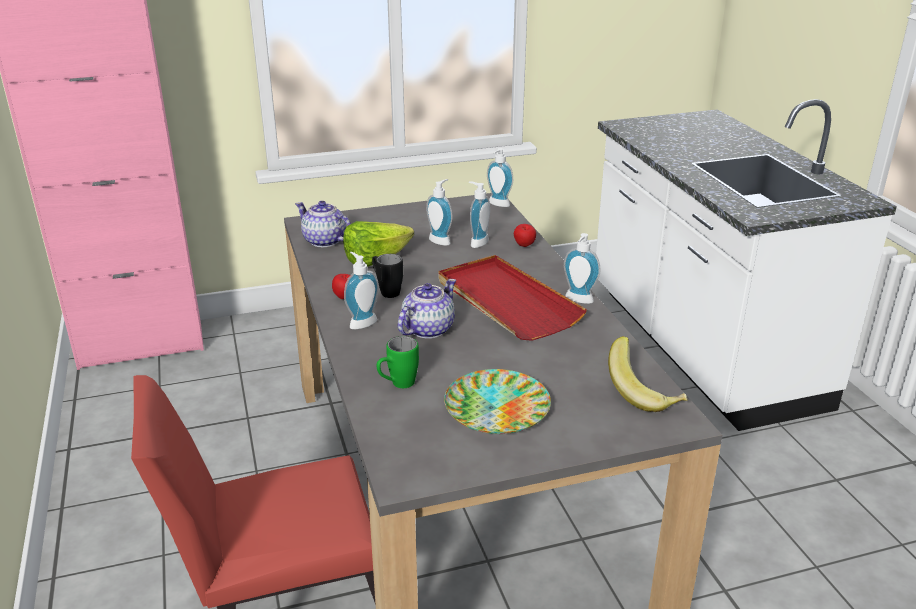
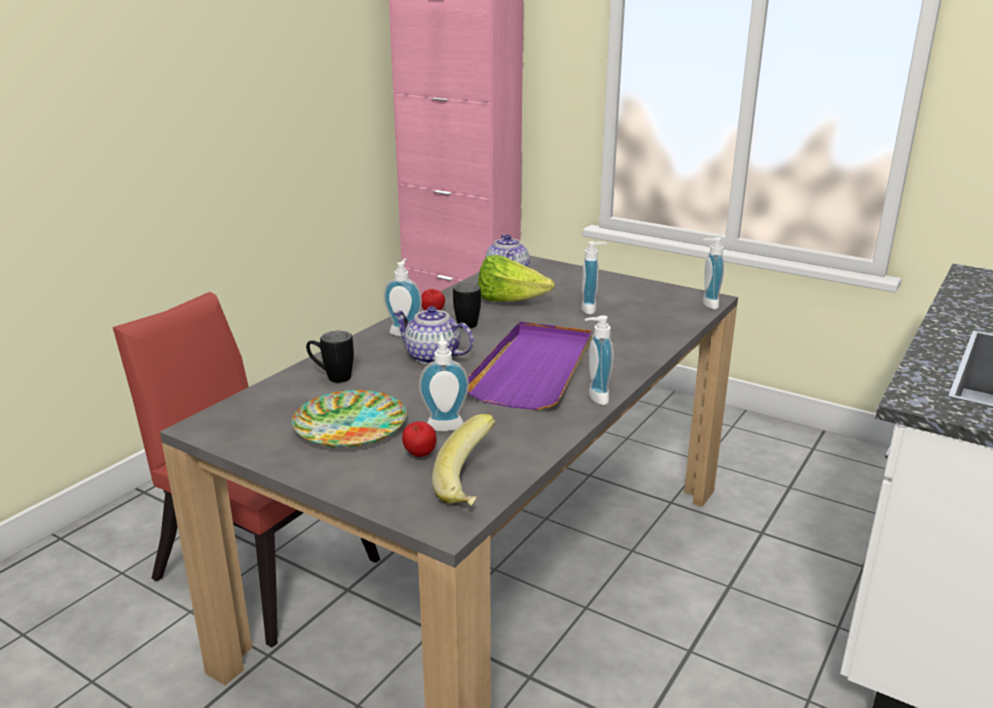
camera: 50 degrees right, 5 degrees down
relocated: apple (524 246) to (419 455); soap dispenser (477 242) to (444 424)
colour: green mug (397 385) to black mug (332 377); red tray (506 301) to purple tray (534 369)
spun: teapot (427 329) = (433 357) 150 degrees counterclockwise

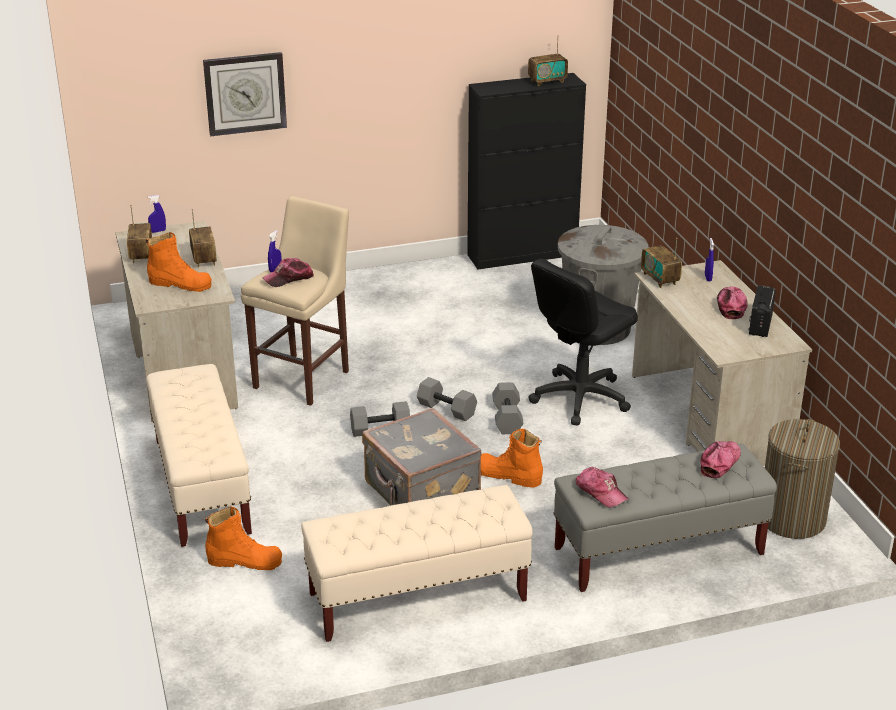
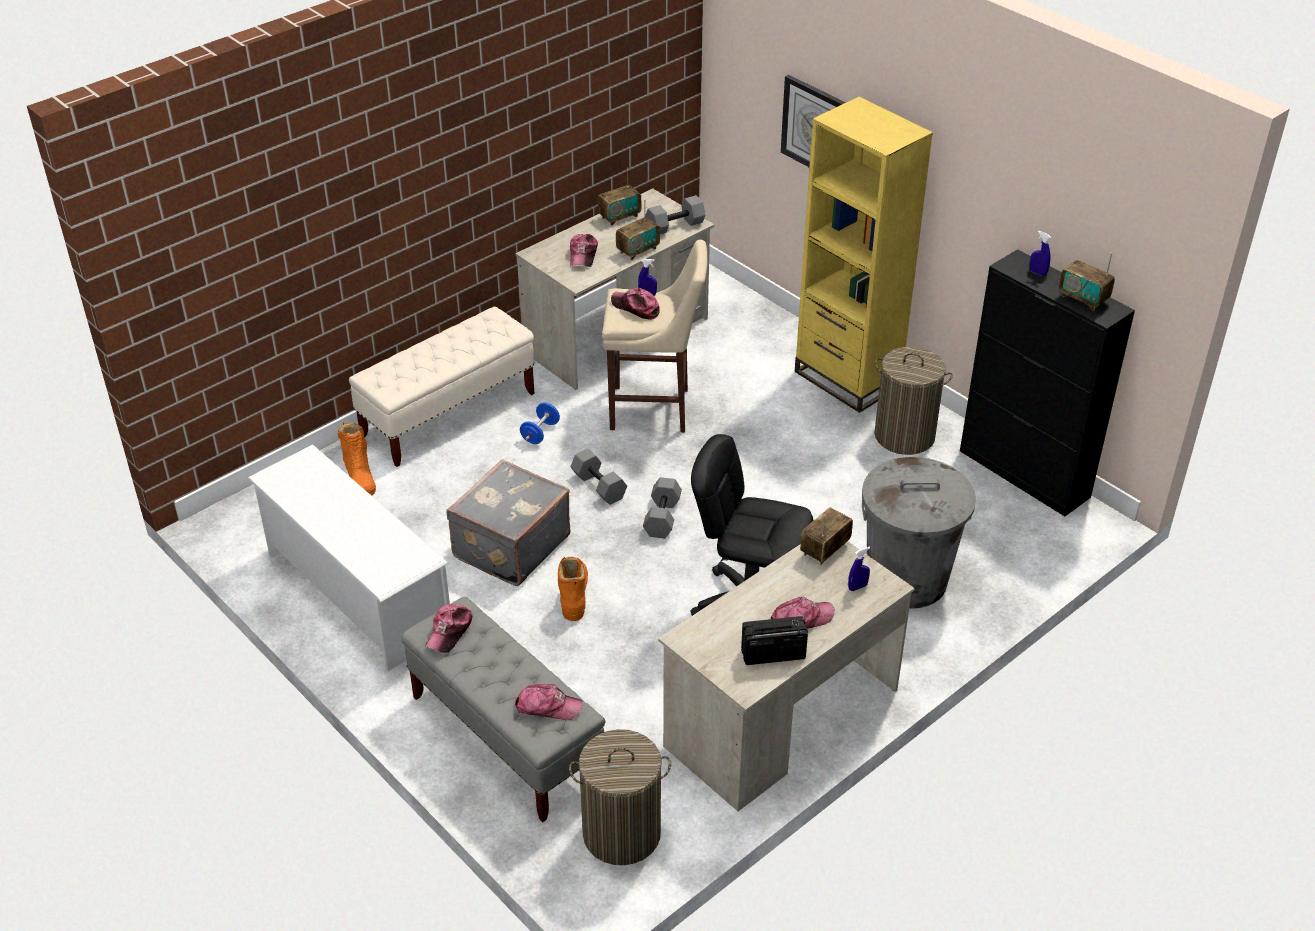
camera: 65 degrees right, 10 degrees up
appeared: blue dumbbell (540 433); yellow bookcase (847 379); laundry basket (904 436)
relocated: grey dumbbell (506 418) to (675 225); blue spray bottle (158 231) to (1037 273)
exchanged: beige bench (417 598) to white shoe rack (357 593); orange boot (180 284) to cap (583 255)

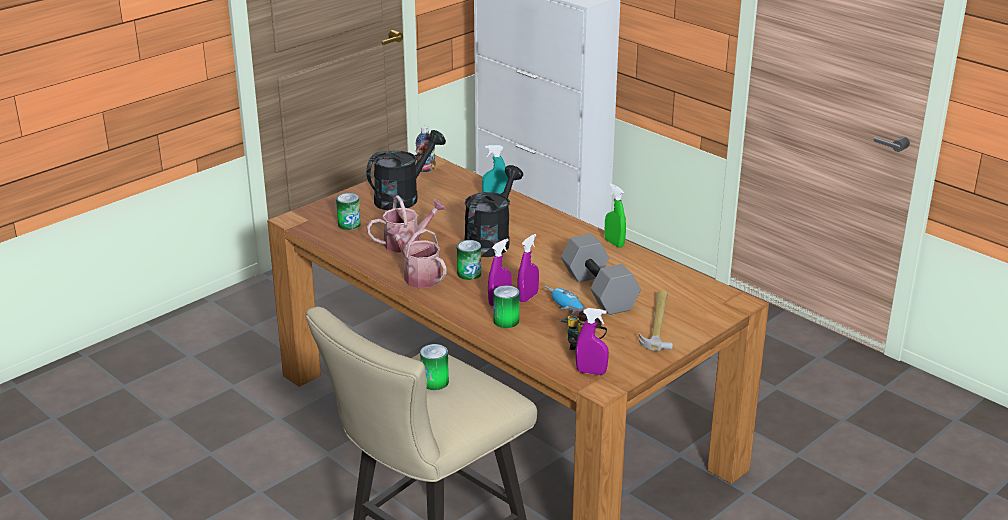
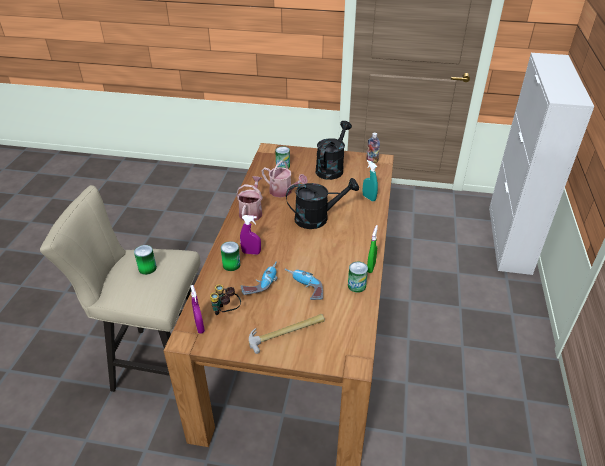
camera: 55 degrees right, 10 degrees up
missing: purple spray bottle (528 297)
relocated: can (469 273) to (356 285)
exchanged: grey dumbbell (601 291) to power drill (303 288)
spun: black watering can (403 197) = (331 168) 75 degrees counterclockwise

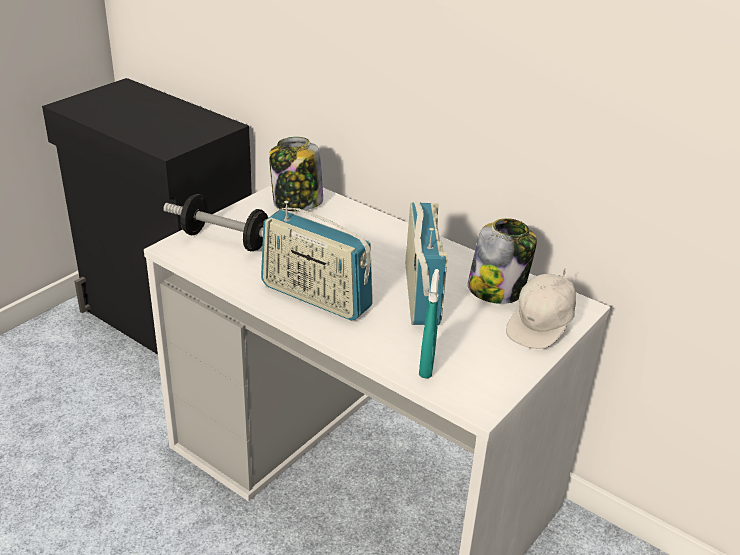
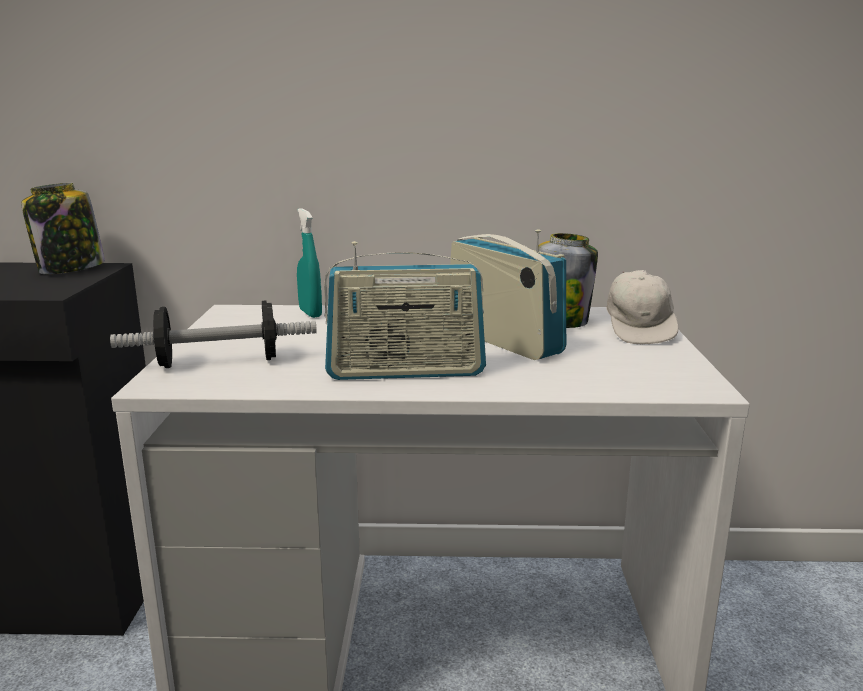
camera: 35 degrees left, 15 degrees down
relocated: jar (296 203) to (70 269); turquoise spray bottle (426 367) to (310 313)

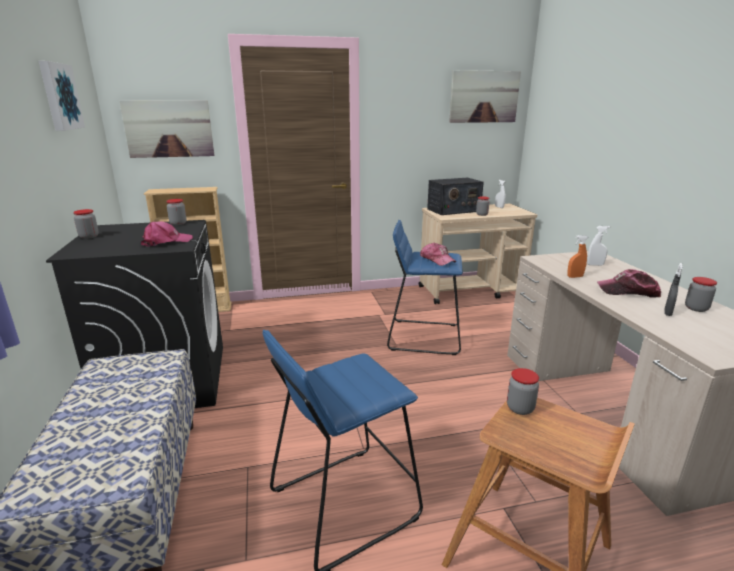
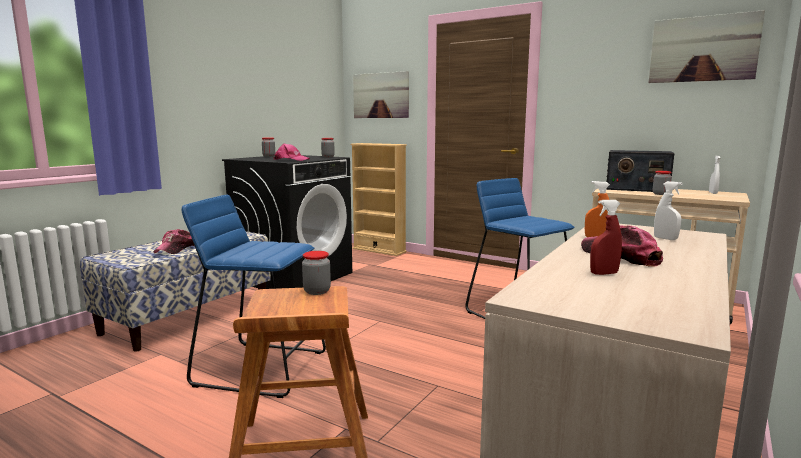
camera: 45 degrees right, 10 degrees down
missing: picture (59 96); jar (696 308)
relocated: cap (437 260) to (176 249)
colour: grey spray bottle (667 313) to red spray bottle (604 273)

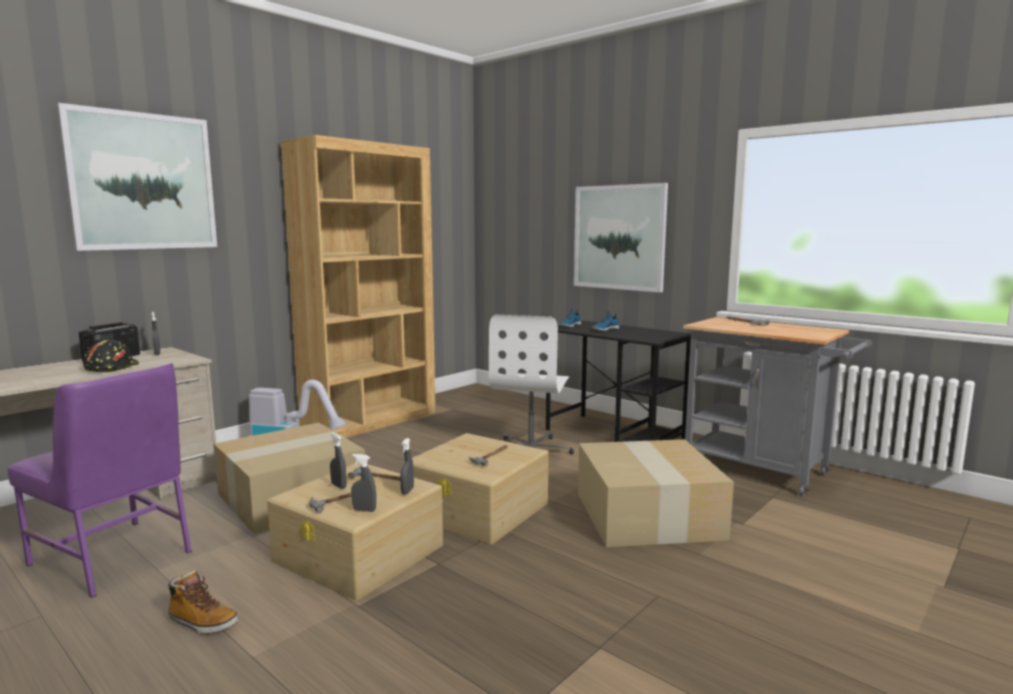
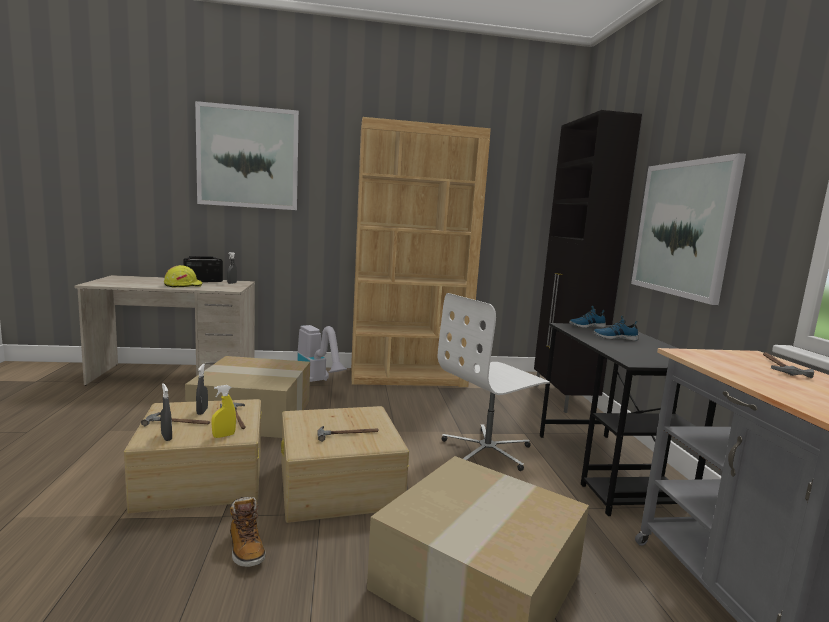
camera: 40 degrees right, 0 degrees up
missing: purple chair (114 558)
appeared: black cabinet (563 398)
relocated: boot (202 623) to (246 548)
colour: black hard hat (111 367) to yellow hard hat (183 285); grey spray bottle (407 491) to yellow spray bottle (224 435)

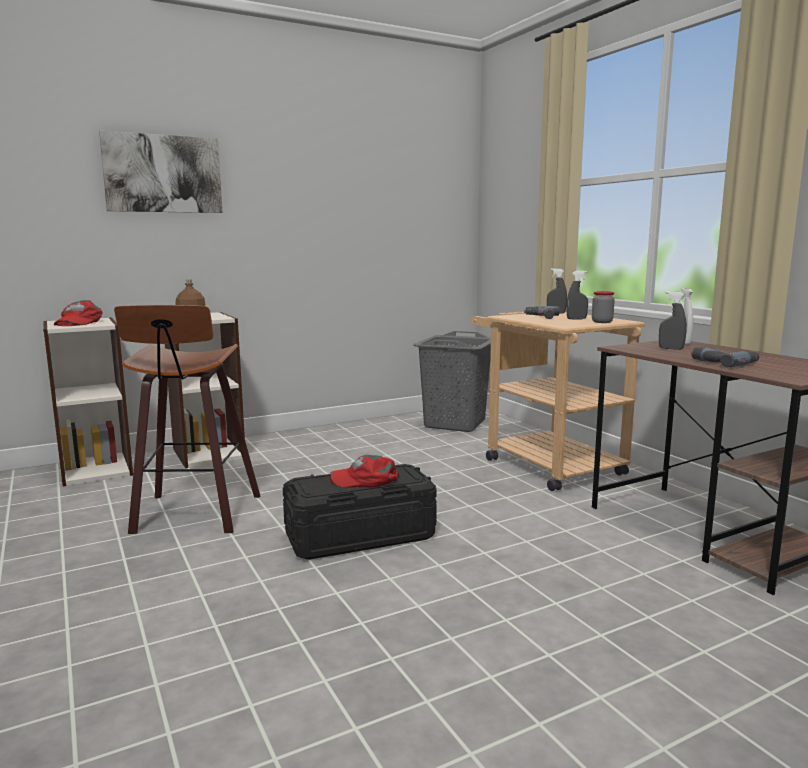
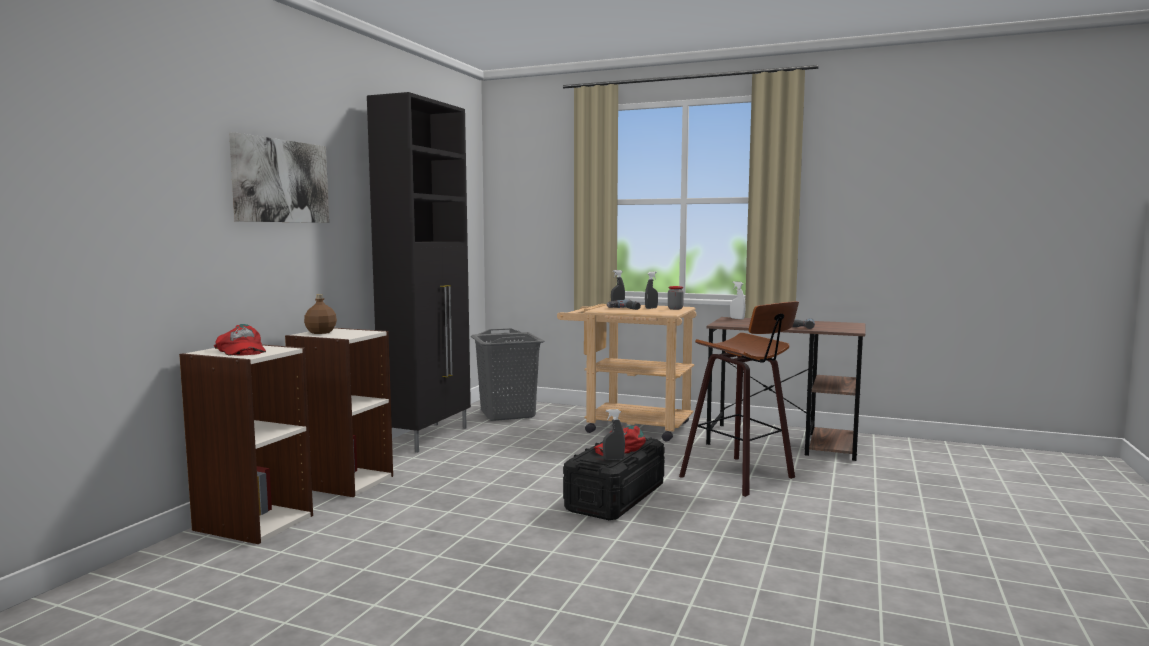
camera: 40 degrees left, 5 degrees down
appeared: black cabinet (428 437)
relocated: grey spray bottle (671 348) to (613 459); stool (194 515) to (742 477)

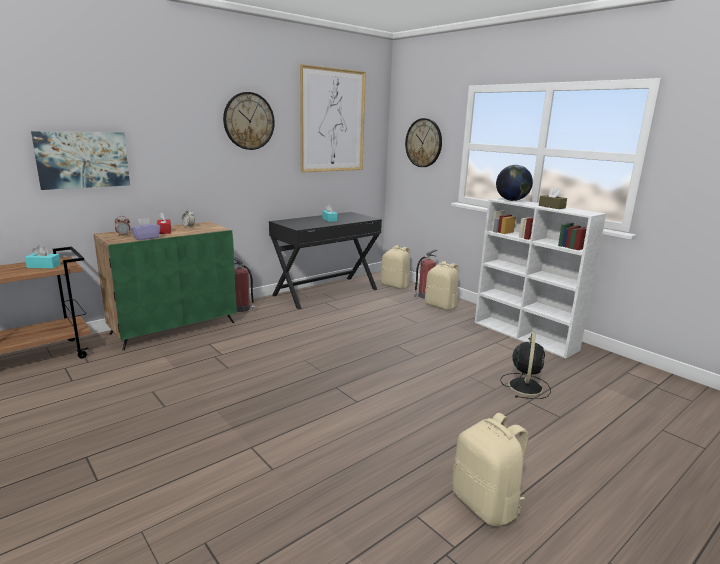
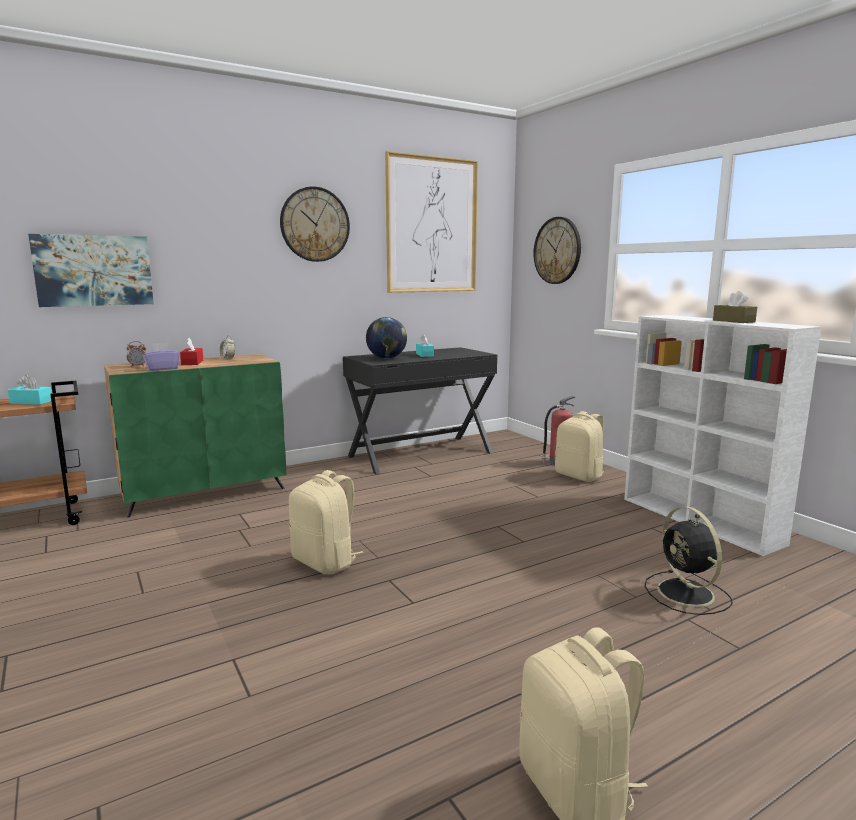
camera: 10 degrees right, 5 degrees down
missing: fire extinguisher (242 309)
relocated: beige backpack (395 286) to (326 562); globe (512 200) to (386 358)
spun: black fan (525 385) = (687 594) 135 degrees clockwise

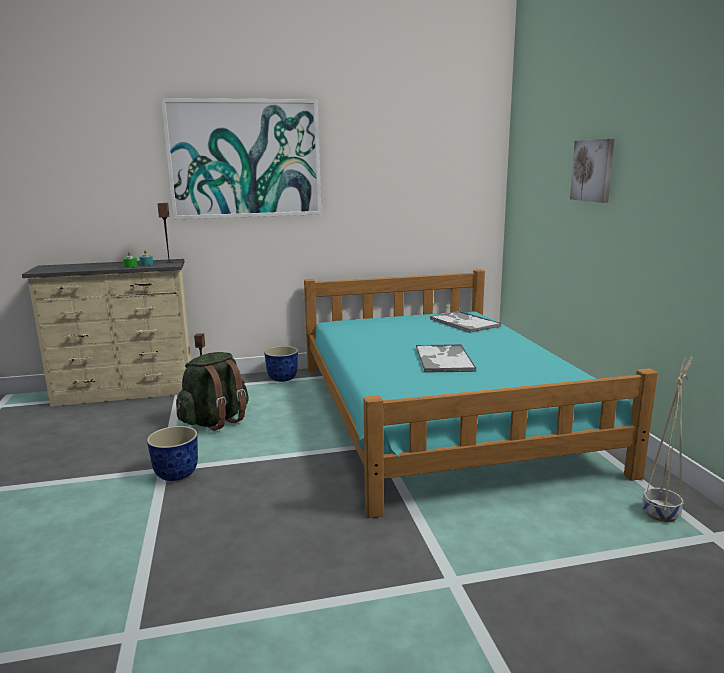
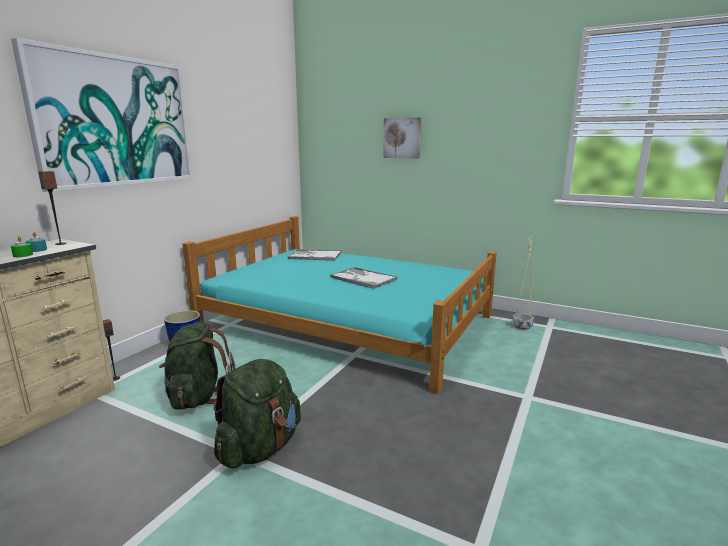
camera: 50 degrees left, 0 degrees up
exchanged: planter (177 474) to green backpack (260 448)

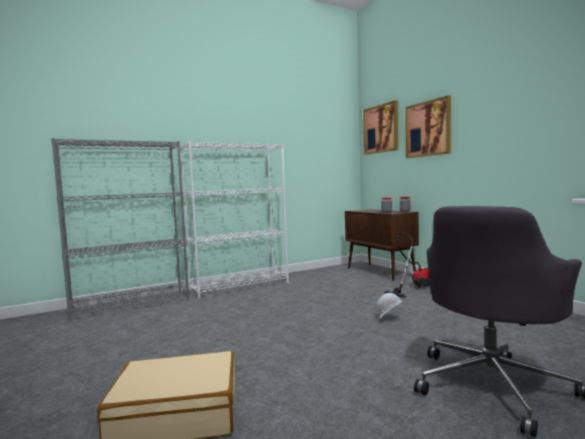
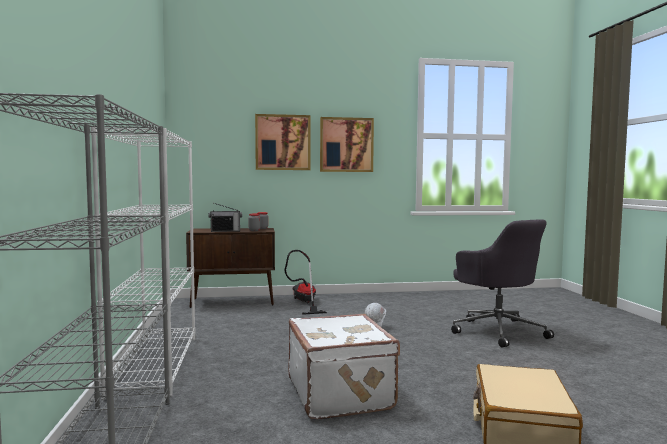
camera: 70 degrees left, 0 degrees up
appeared: radio (225 231); white suitcase (341 393)
relocated: picture (381 129) to (346 145)

